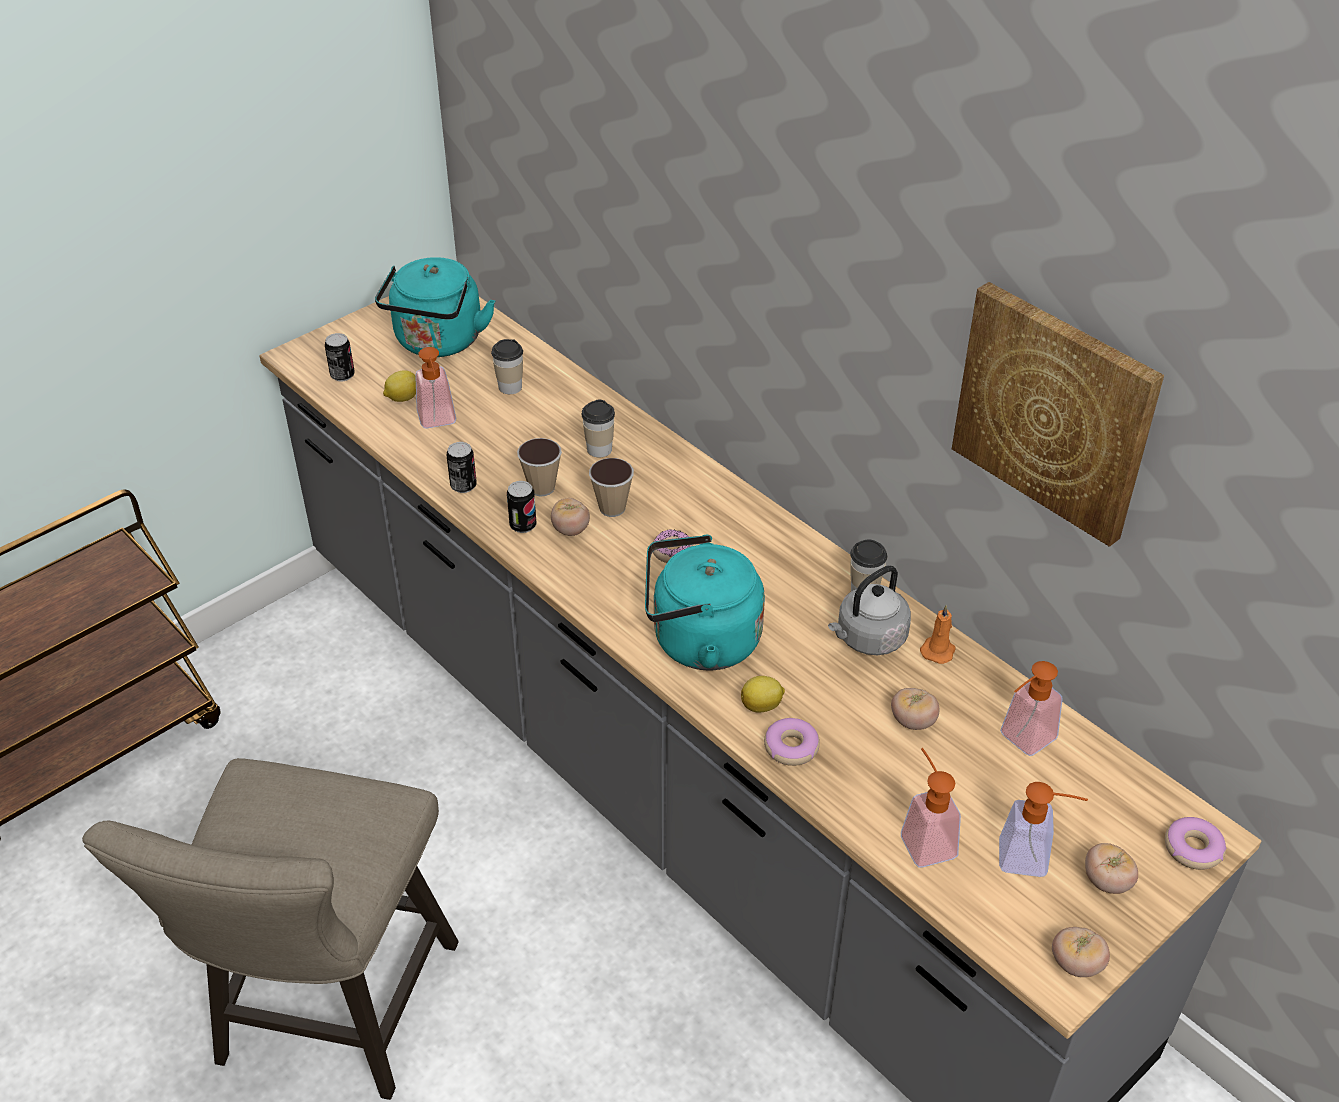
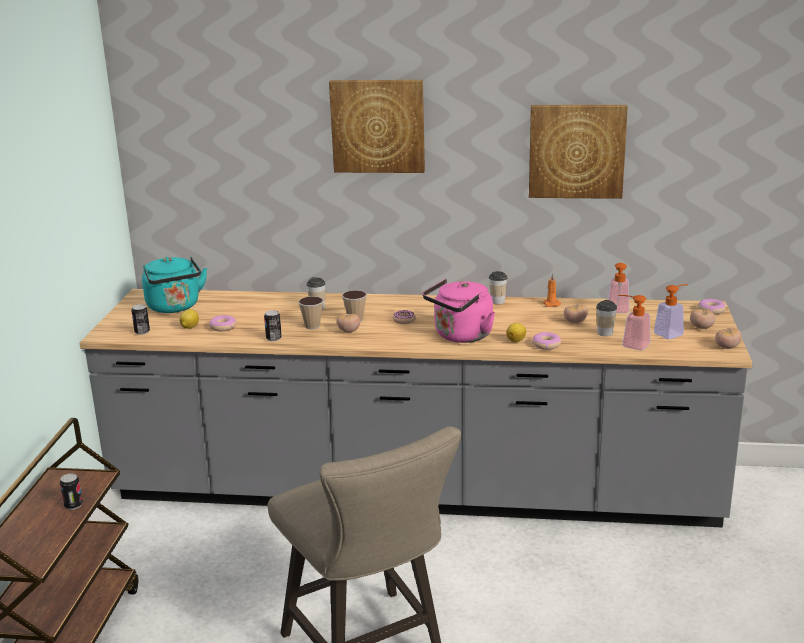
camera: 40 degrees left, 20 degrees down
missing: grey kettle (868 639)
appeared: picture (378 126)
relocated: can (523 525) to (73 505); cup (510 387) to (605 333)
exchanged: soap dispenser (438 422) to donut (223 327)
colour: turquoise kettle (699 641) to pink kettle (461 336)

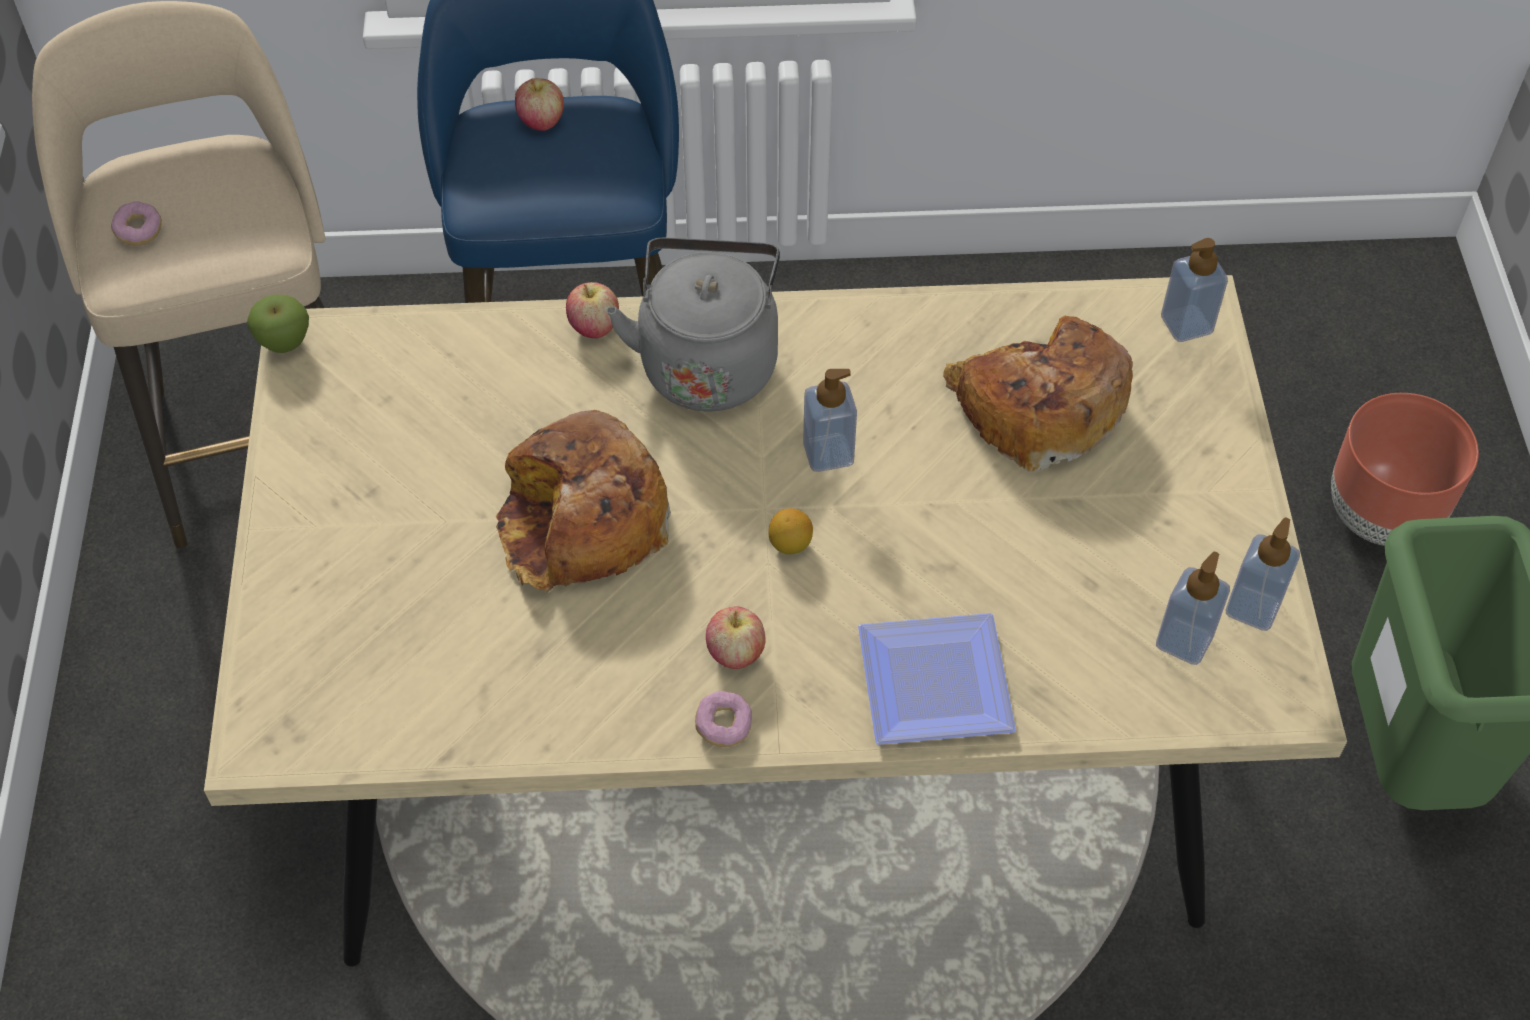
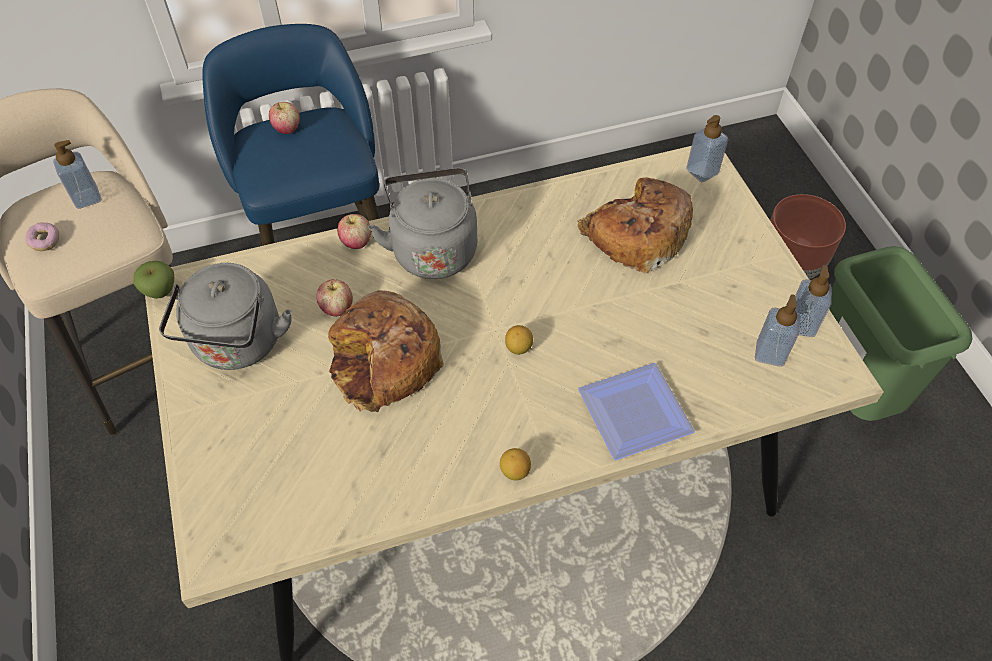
camera: 15 degrees left, 0 degrees up
appeared: grey kettle (237 345)
relocated: soap dispenser (828 453) to (87 198); apple (735 653) to (337 308)
exchanged: donut (723 726) to lemon (515 471)

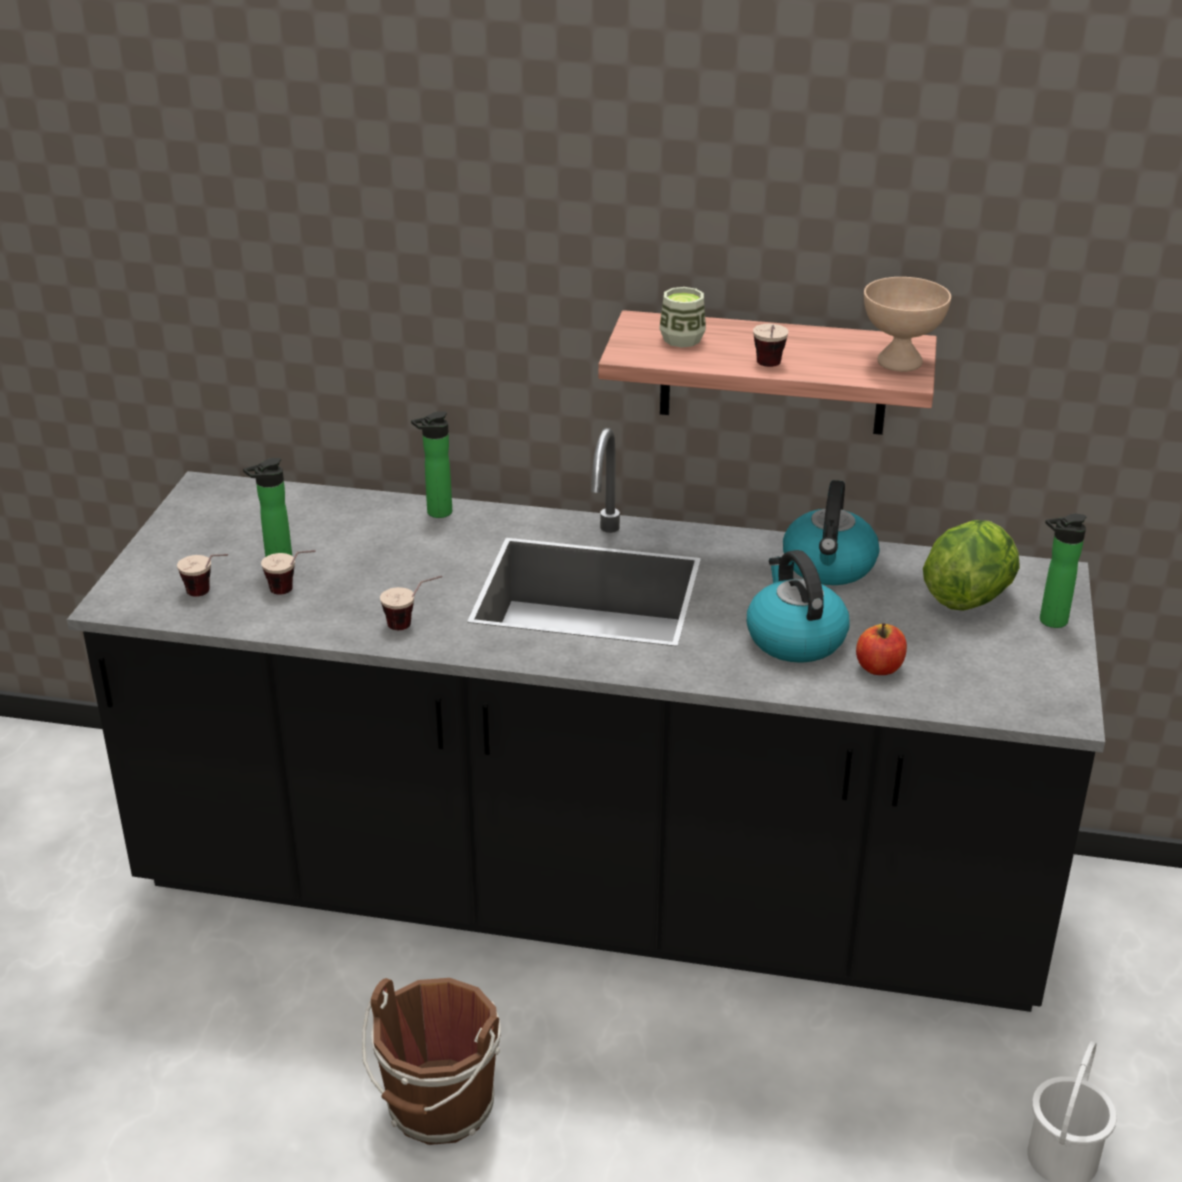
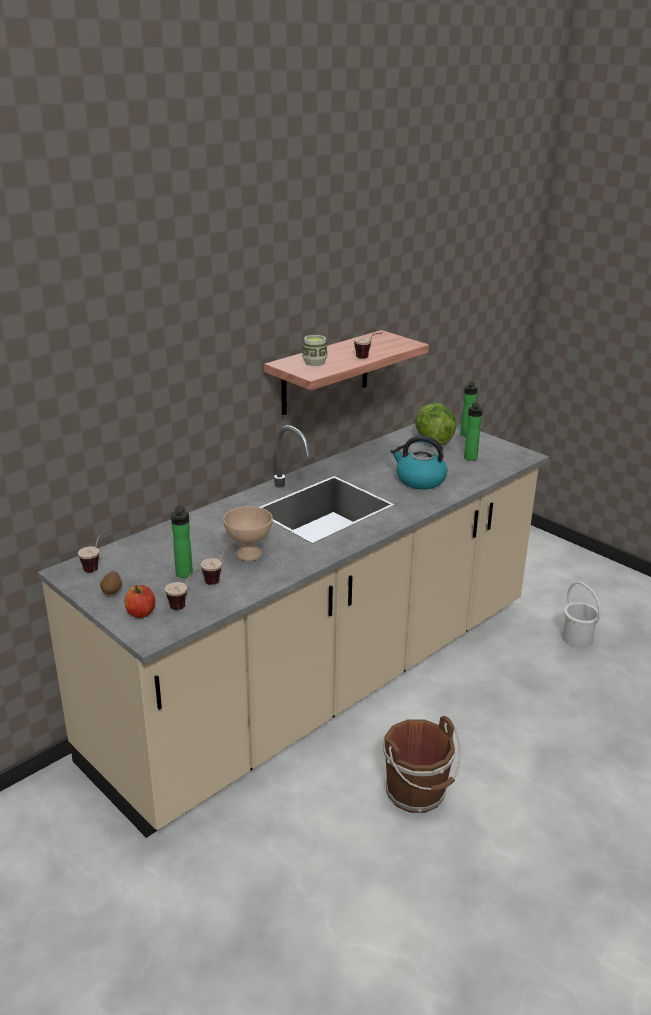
camera: 55 degrees left, 5 degrees down
missing: kettle (829 566)
appeared: potato (112 592)
relocated: cup (413 624) to (97 565); apple (879 668) to (141 613); beige bowl (900 362) to (250 554); bottle (436 513) to (471 459)
colour: black counter (590 889) to beige counter (323 682)

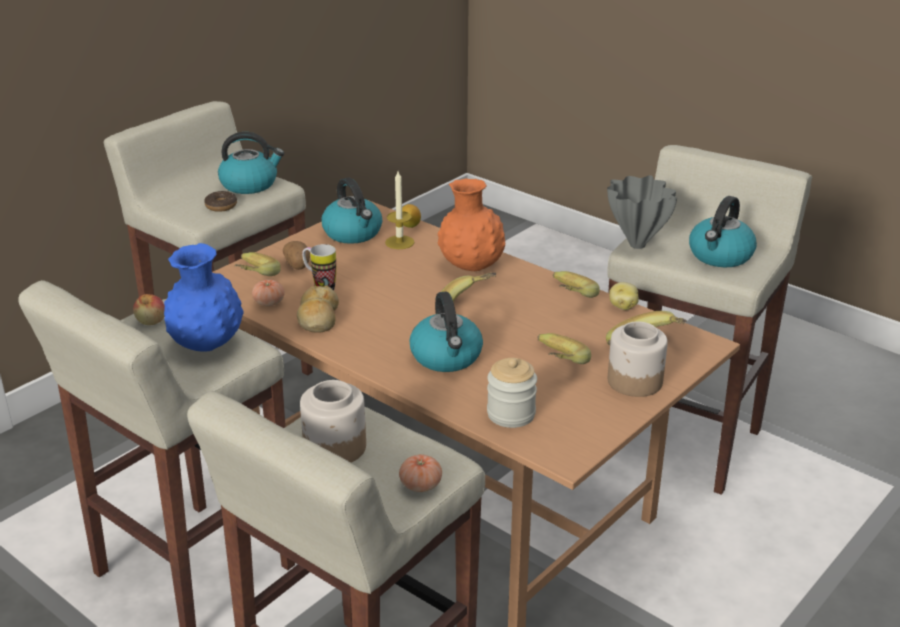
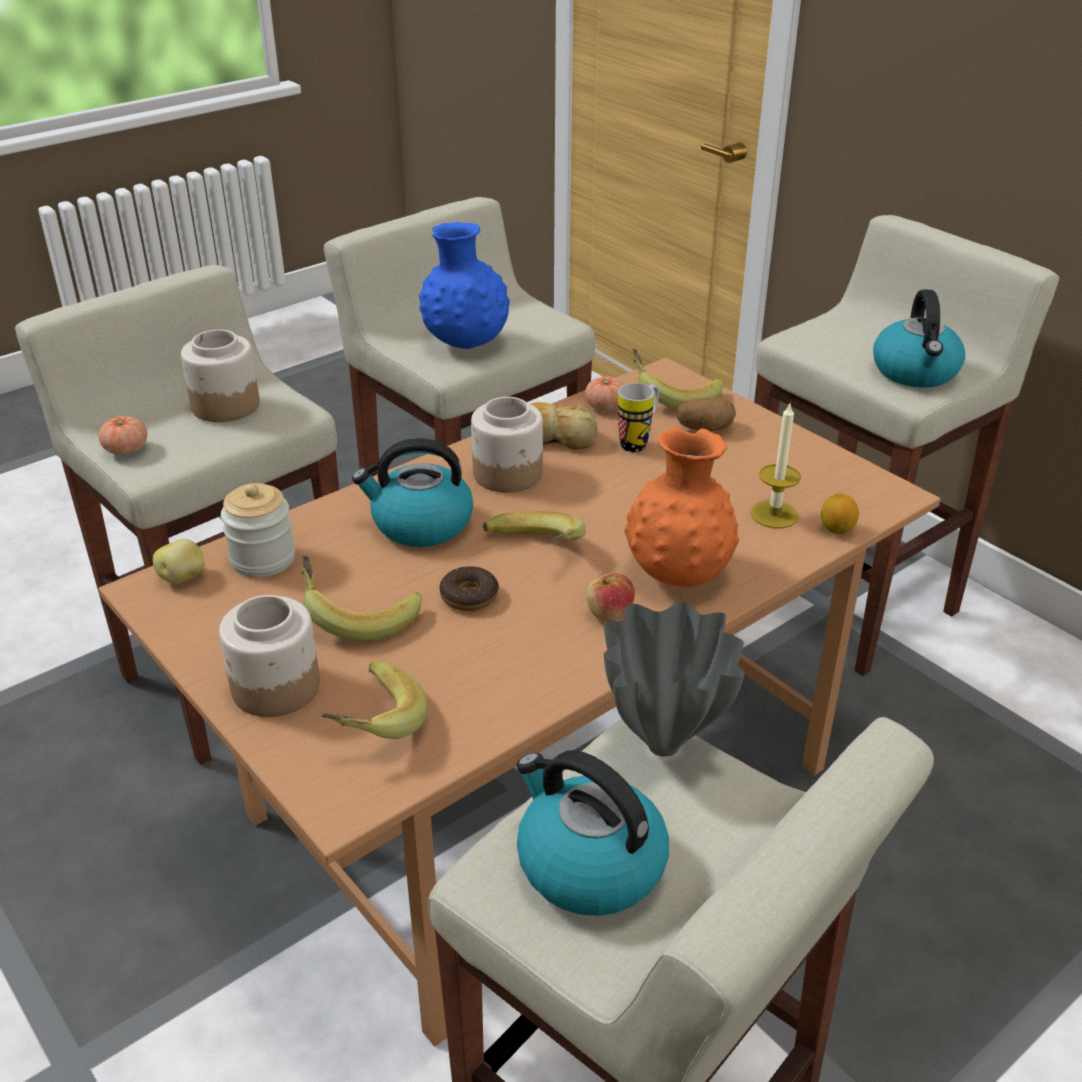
camera: 100 degrees right, 5 degrees up
missing: kettle (353 233); banana (567 299)
appeared: jar (508 474)
relocated: potato (623 306) to (183 577); donut (221 206) to (469 596); apple (151 321) to (609 613)

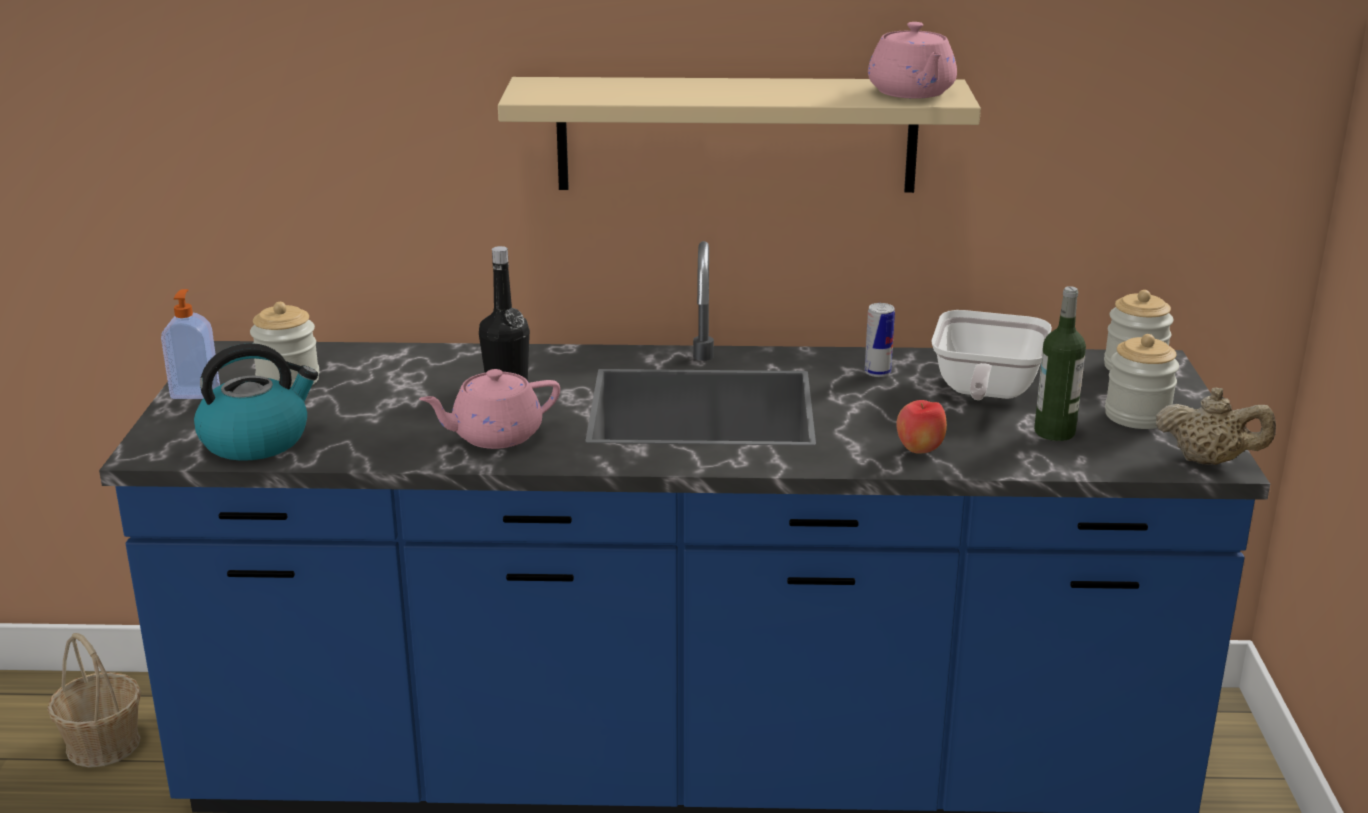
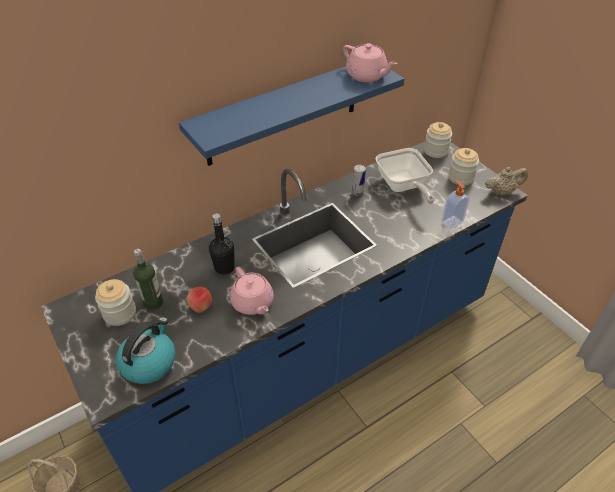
camera: 35 degrees left, 20 degrees up
relocated: bottle (1054 432) to (153 302); apple (919 450) to (201 308); soap dispenser (196 392) to (451 221)
colour: beige shelf (736 134) to blue shelf (283 112)
spun: pink teapot (494 436) = (253 303) 60 degrees counterclockwise

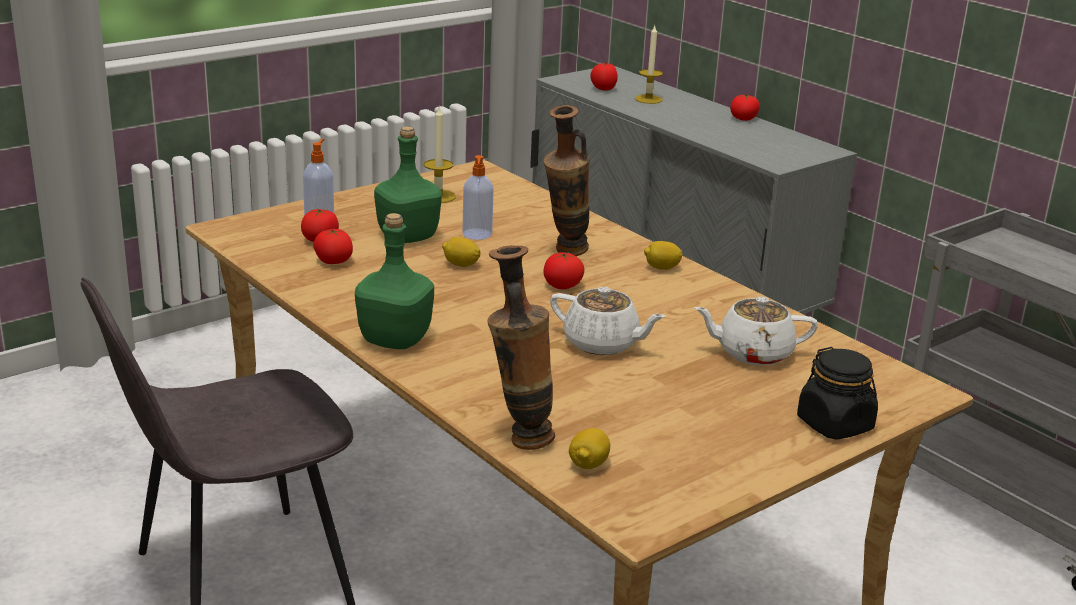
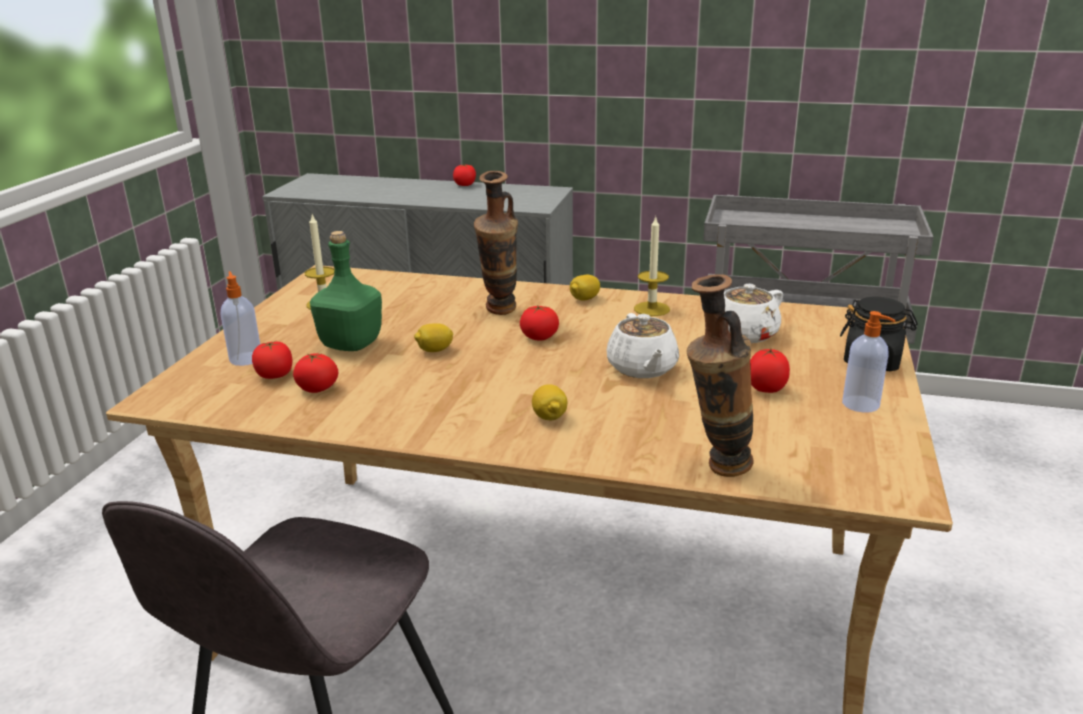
camera: 35 degrees left, 0 degrees up
missing: green bottle (395 339)
relocated: lemon (588 465) to (549 417); candle (648 99) to (651 309); tomato (603 89) to (765 390); soap dispenser (477 234) to (862 405)
spun: white teapot (602 344) = (642 368) 90 degrees clockwise

